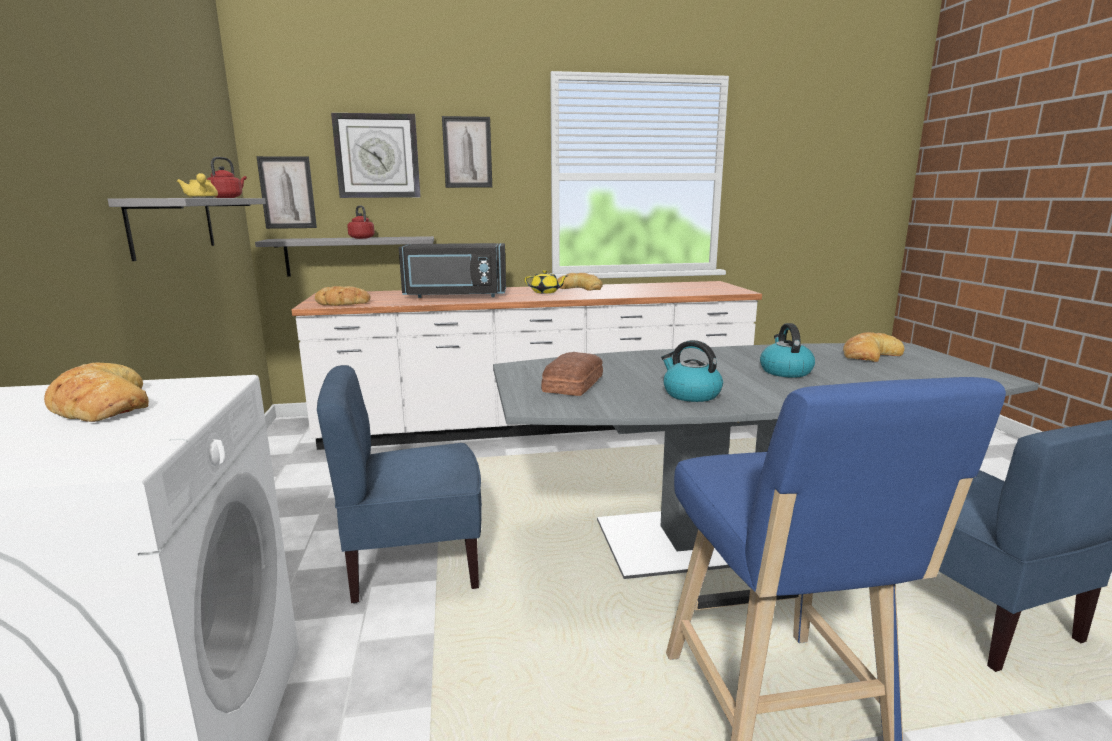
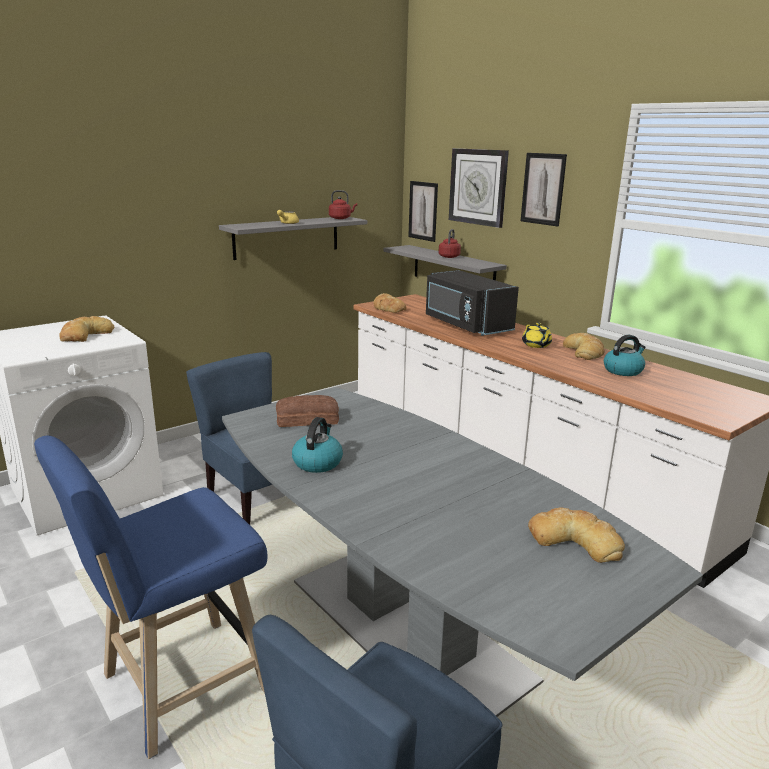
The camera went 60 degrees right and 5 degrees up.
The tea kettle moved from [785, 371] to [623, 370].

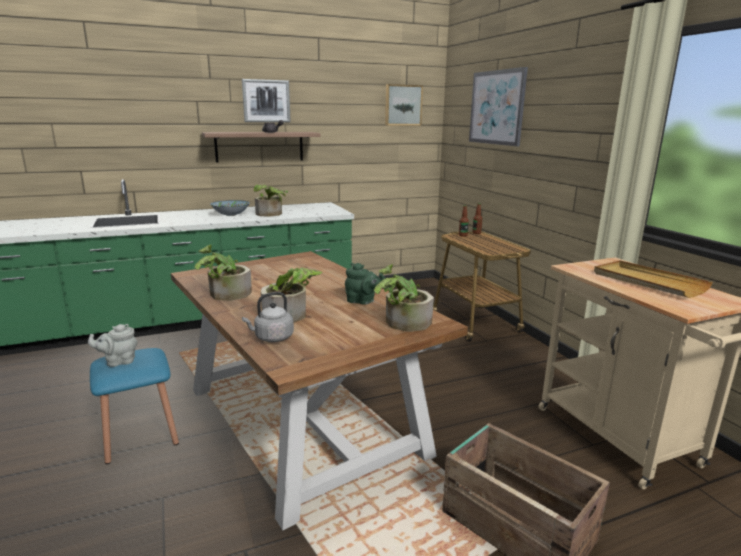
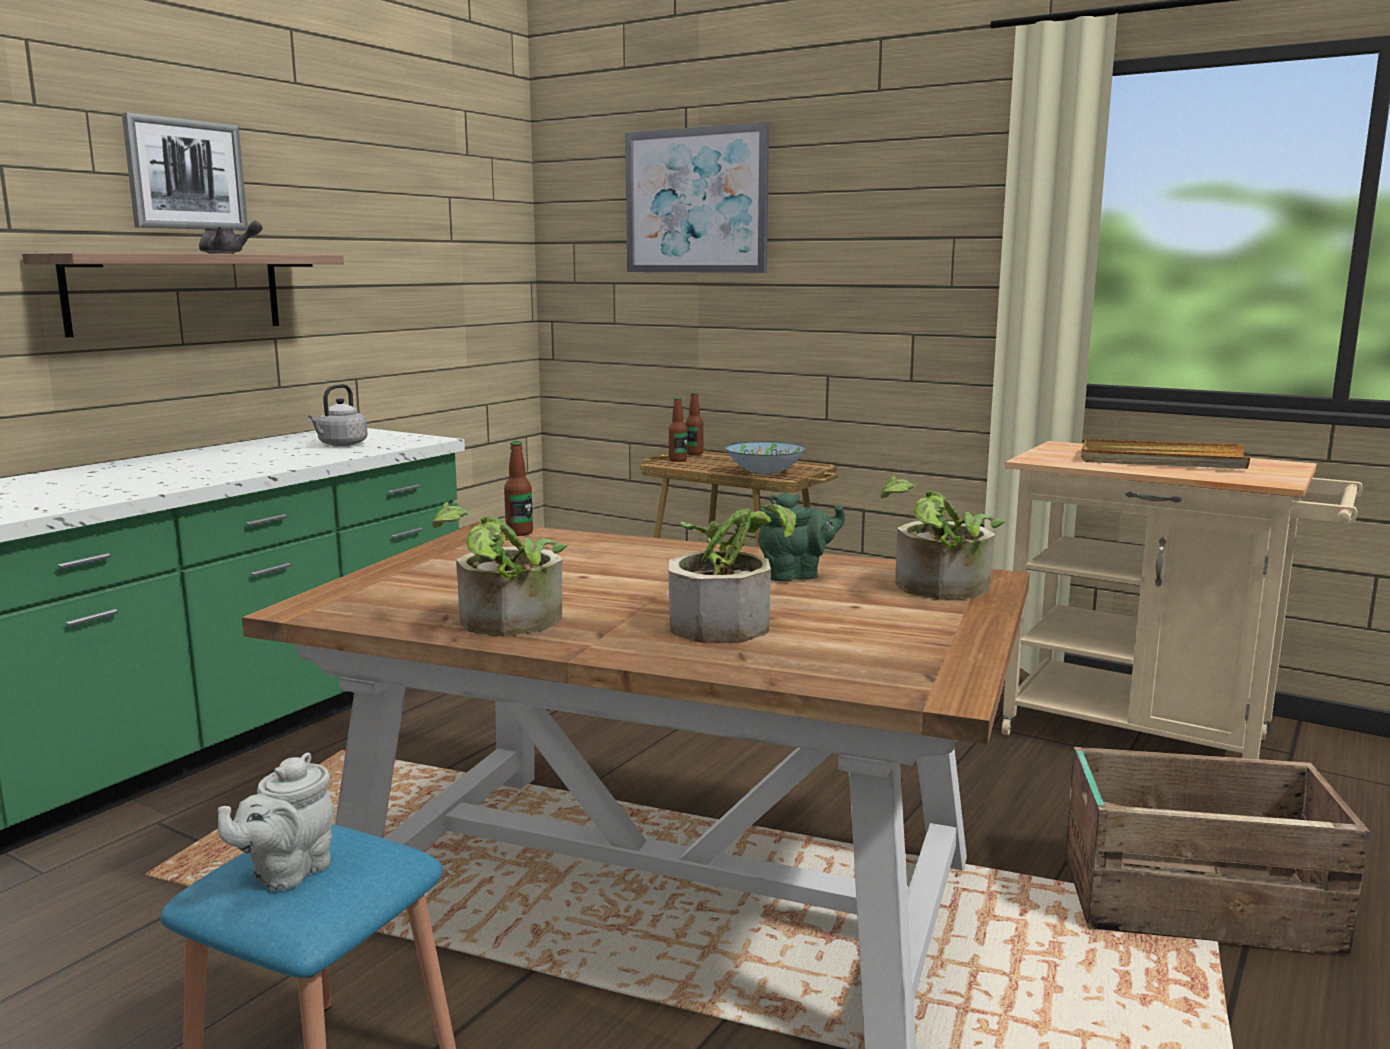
The camera went 35 degrees left and 5 degrees down.
The serving bowl moved from [230, 214] to [764, 472].
The gray tea kettle moved from [272, 338] to [341, 444].
The plant in a pot at [270, 214] disappeared.
The wall picture at [403, 105] disappeared.
The drink bottle at [519, 533] appeared.

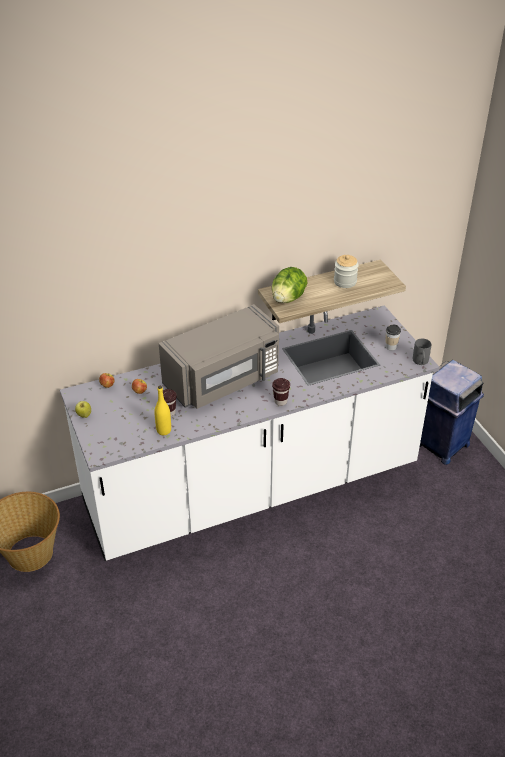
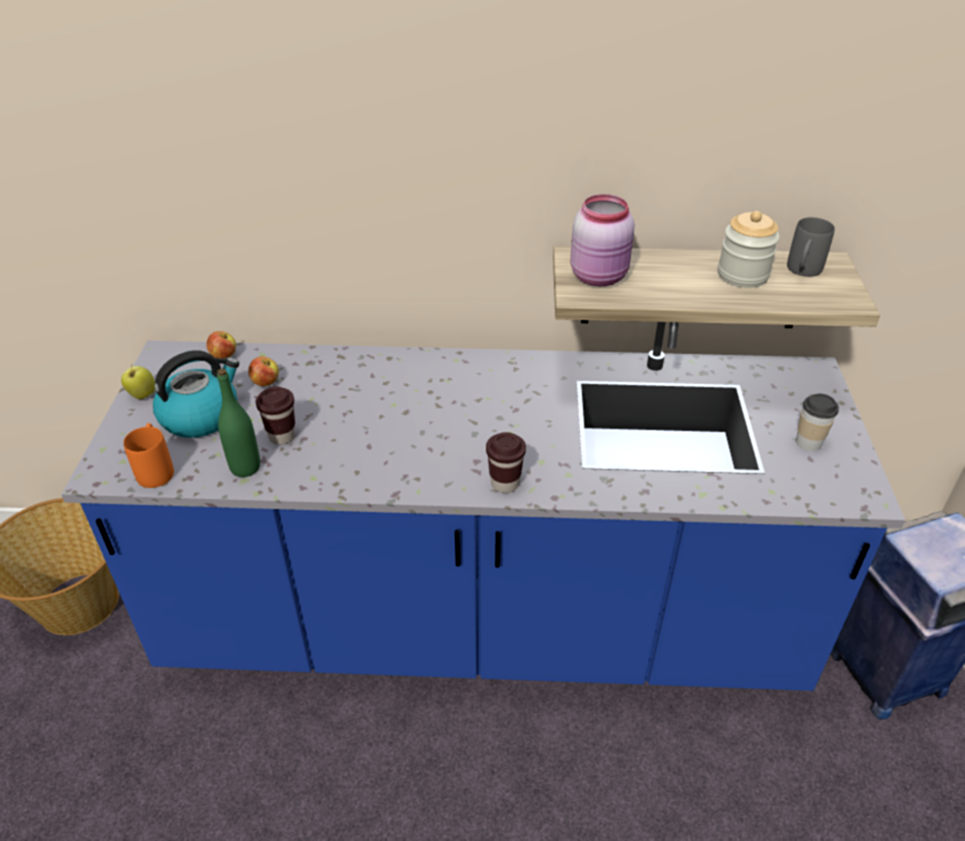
The camera went 25 degrees right and 0 degrees up.
The white counter at [252, 488] became the bluish counter at [482, 625].
The yellow-coloured drink bottle at [164, 430] became the green drink bottle at [245, 467].
The gray microwave at [224, 380] disappeared.
The lettuce at [288, 298] was replaced by the pinkish storage jar at [600, 276].
The gray mug moved from [420, 362] to [802, 272].
The orange-coloured mug at [156, 469] appeared.
The tea kettle at [201, 415] appeared.

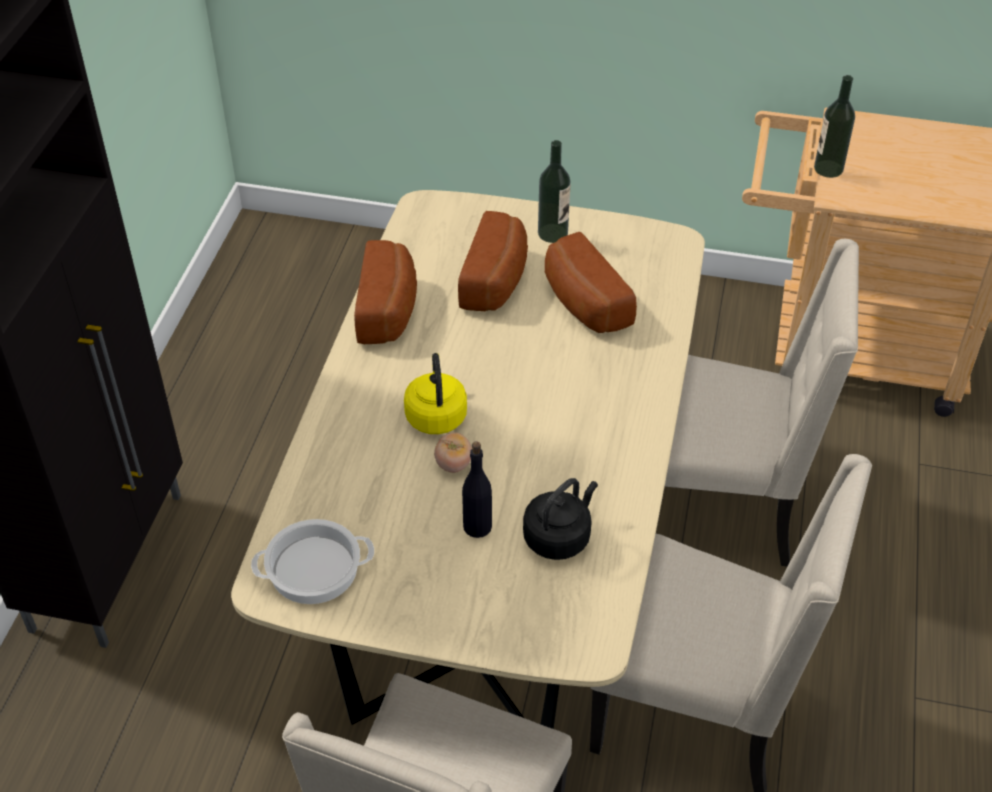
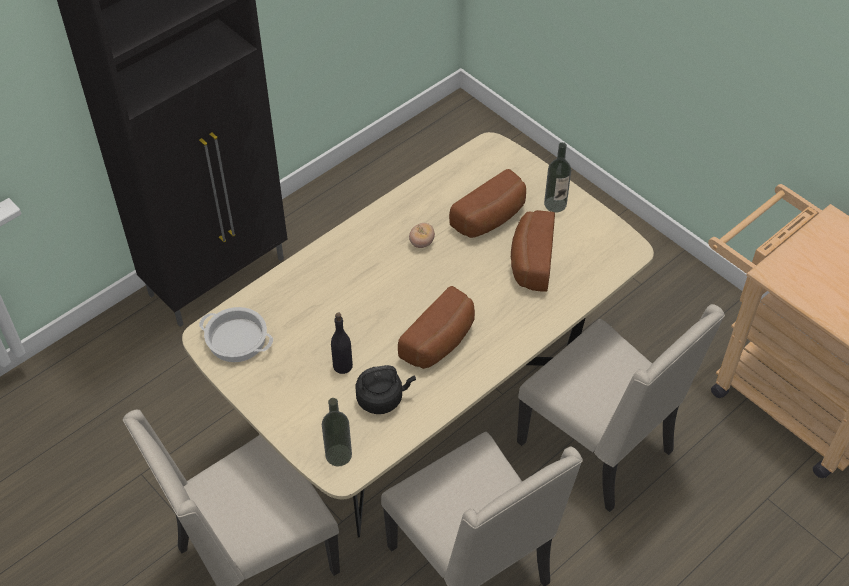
The camera went 35 degrees right and 5 degrees up.
The bread moved from [390, 309] to [441, 342].
The yellow-coloured tea kettle at [436, 415] disappeared.
The tomato moved from [453, 464] to [421, 243].
The drink bottle moved from [828, 169] to [338, 455].

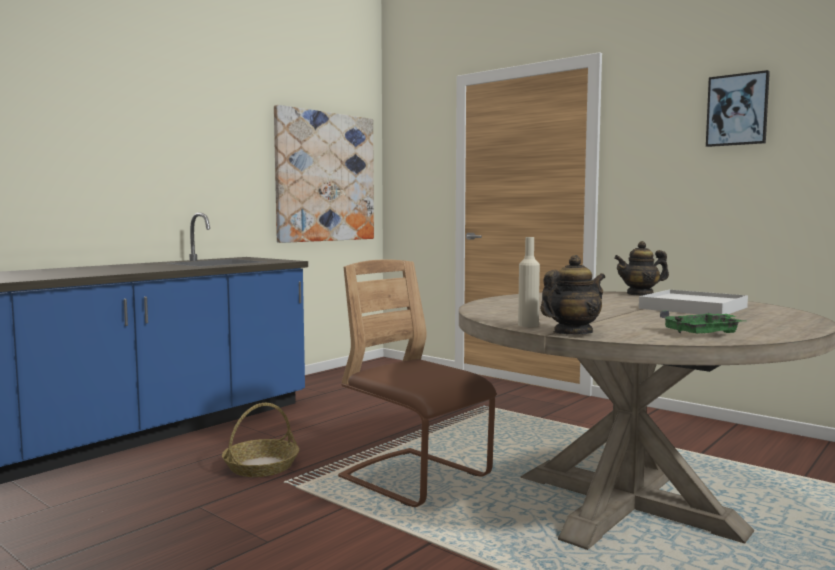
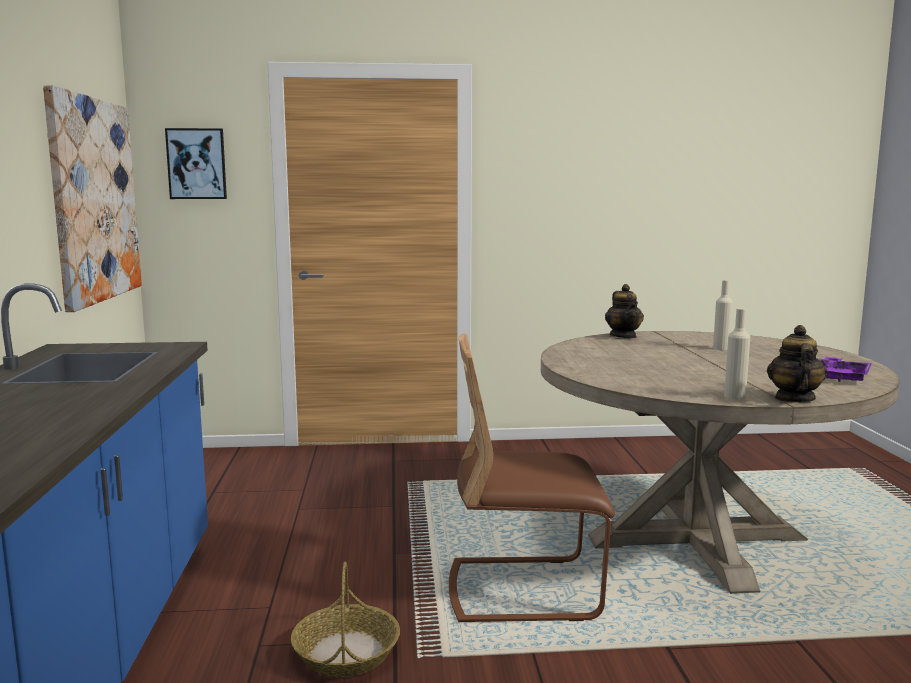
The camera went 45 degrees left and 5 degrees up.
The teapot at [640, 294] turned 45 degrees counterclockwise.
The white serving tray at [692, 308] was replaced by the beige drink bottle at [721, 348].
The green serving tray at [704, 333] became the purple serving tray at [840, 377].
The wall picture moved from [737, 110] to [197, 164].

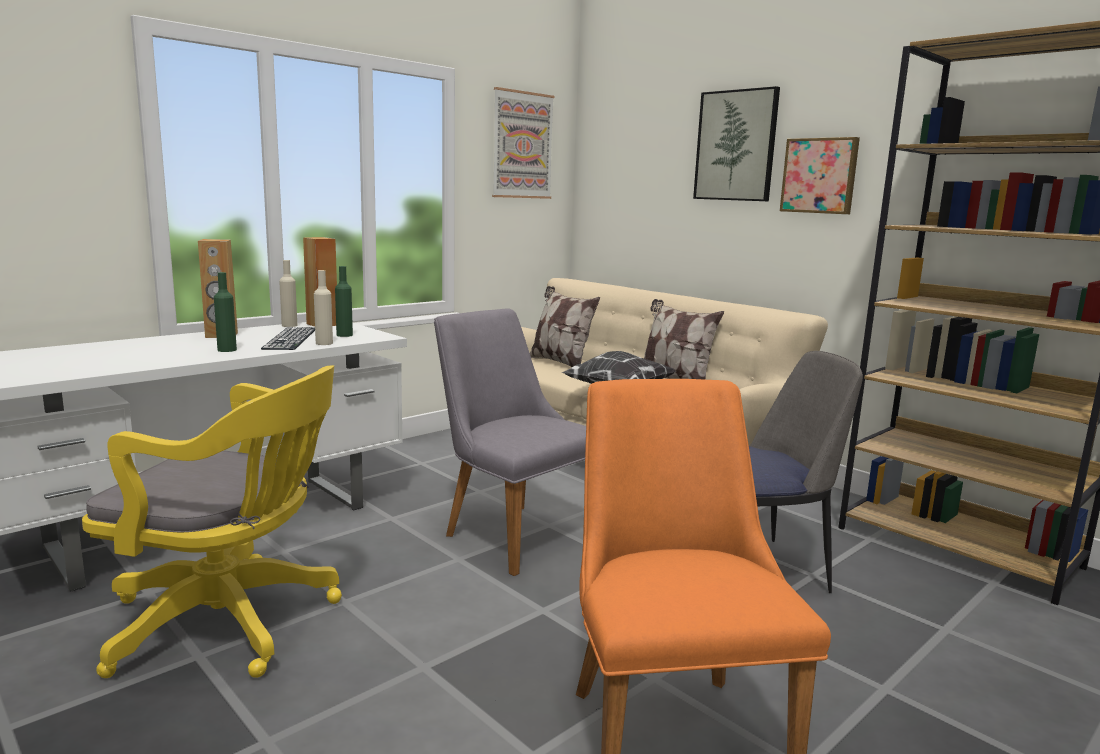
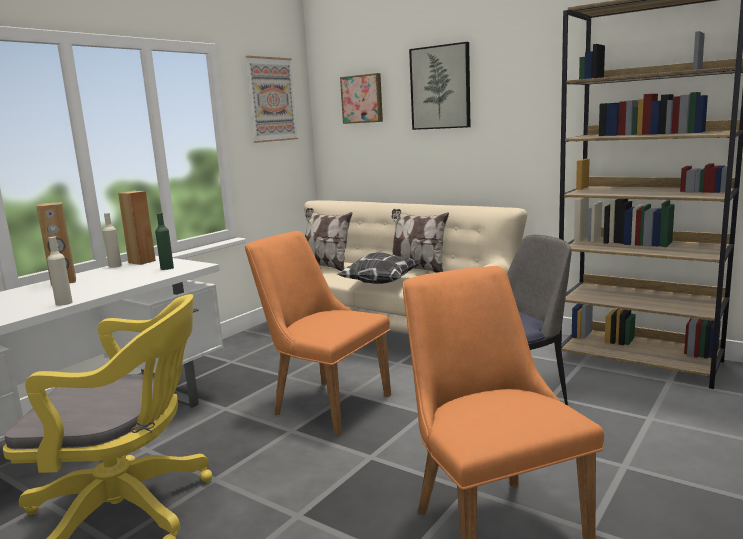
The camera went 10 degrees left and 0 degrees up.
The green drink bottle at [227, 350] disappeared.
The PC keyboard at [291, 338] disappeared.
The beige drink bottle moved from [324, 343] to [64, 303].
The gray upright chair at [510, 531] became the orange-coloured upright chair at [323, 403].
The wall picture moved from [820, 176] to [362, 99].

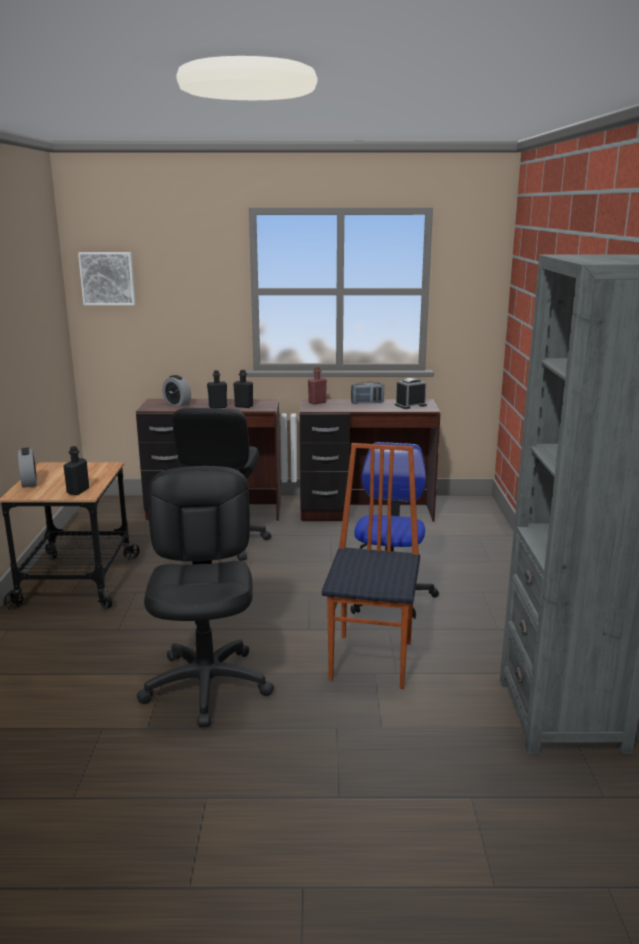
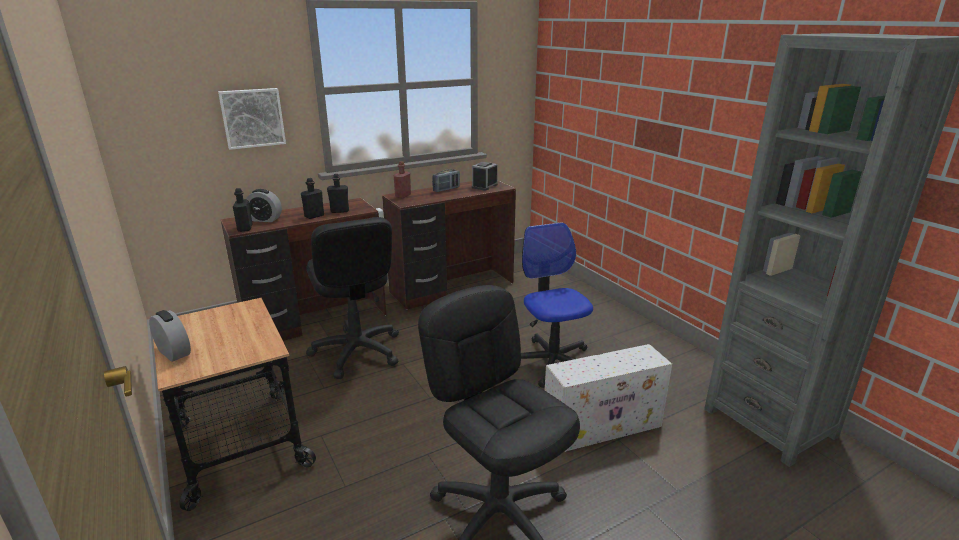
The camera went 30 degrees left and 5 degrees up.
The black drink bottle moved from [78, 491] to [245, 228].
The wall picture moved from [108, 278] to [252, 118].
The upright chair at [373, 660] was replaced by the white storage container at [603, 427].

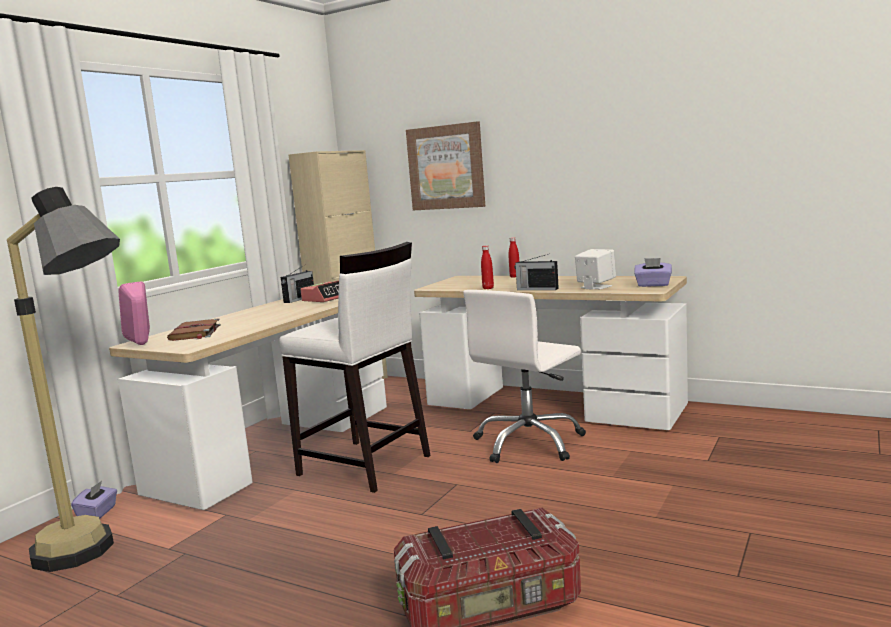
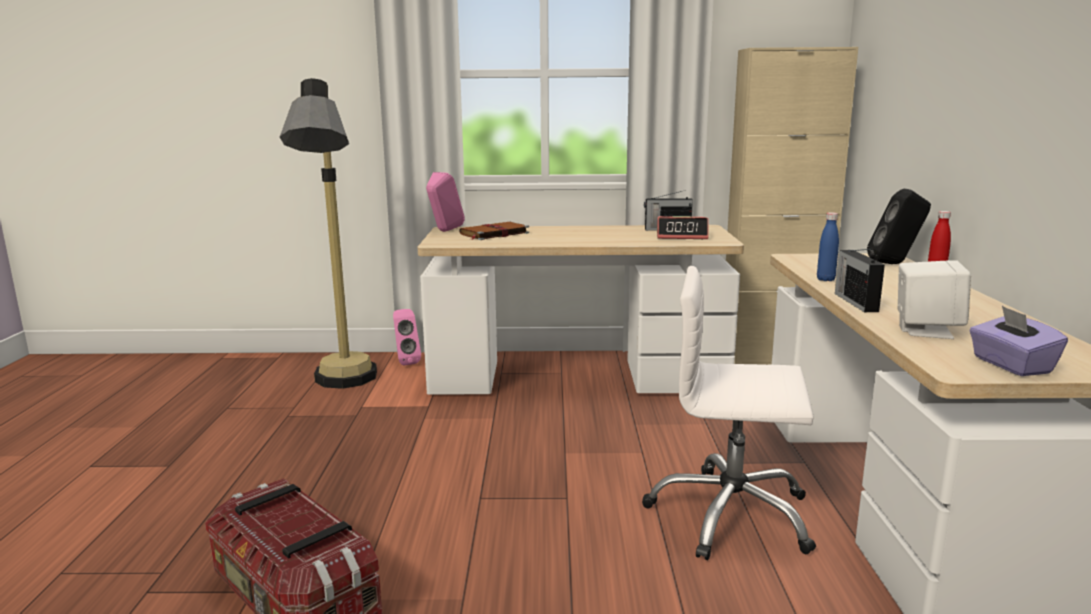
The camera went 60 degrees right and 5 degrees up.
The purple tissue box at [98, 513] was replaced by the pinkish audio speaker at [406, 362].
The white stool seat at [364, 466] disappeared.
The wall picture at [446, 167] disappeared.
The reddish drink bottle at [488, 288] became the bluish drink bottle at [825, 279].
The black audio speaker at [895, 263] appeared.

